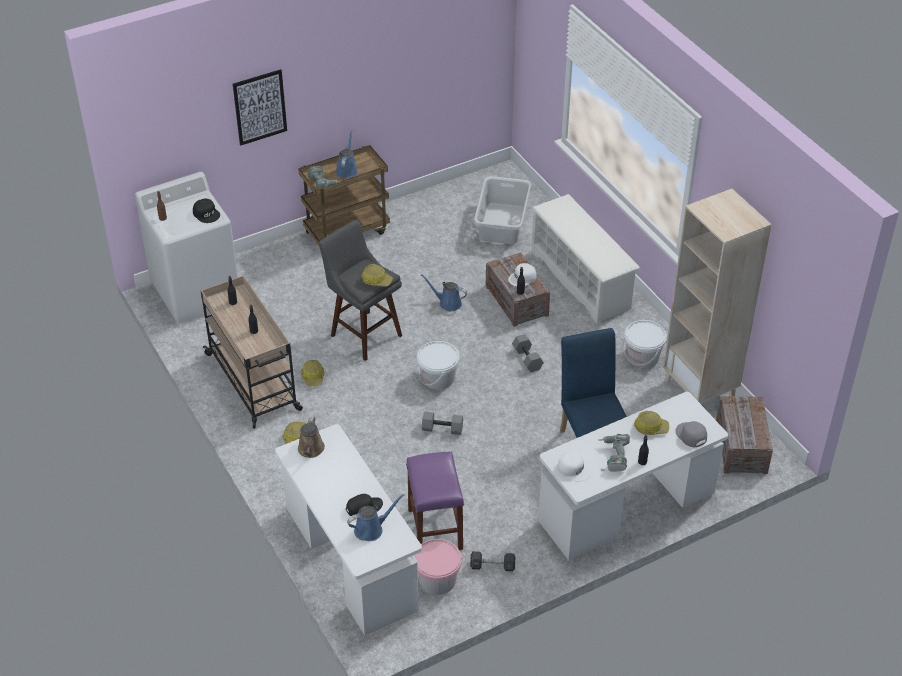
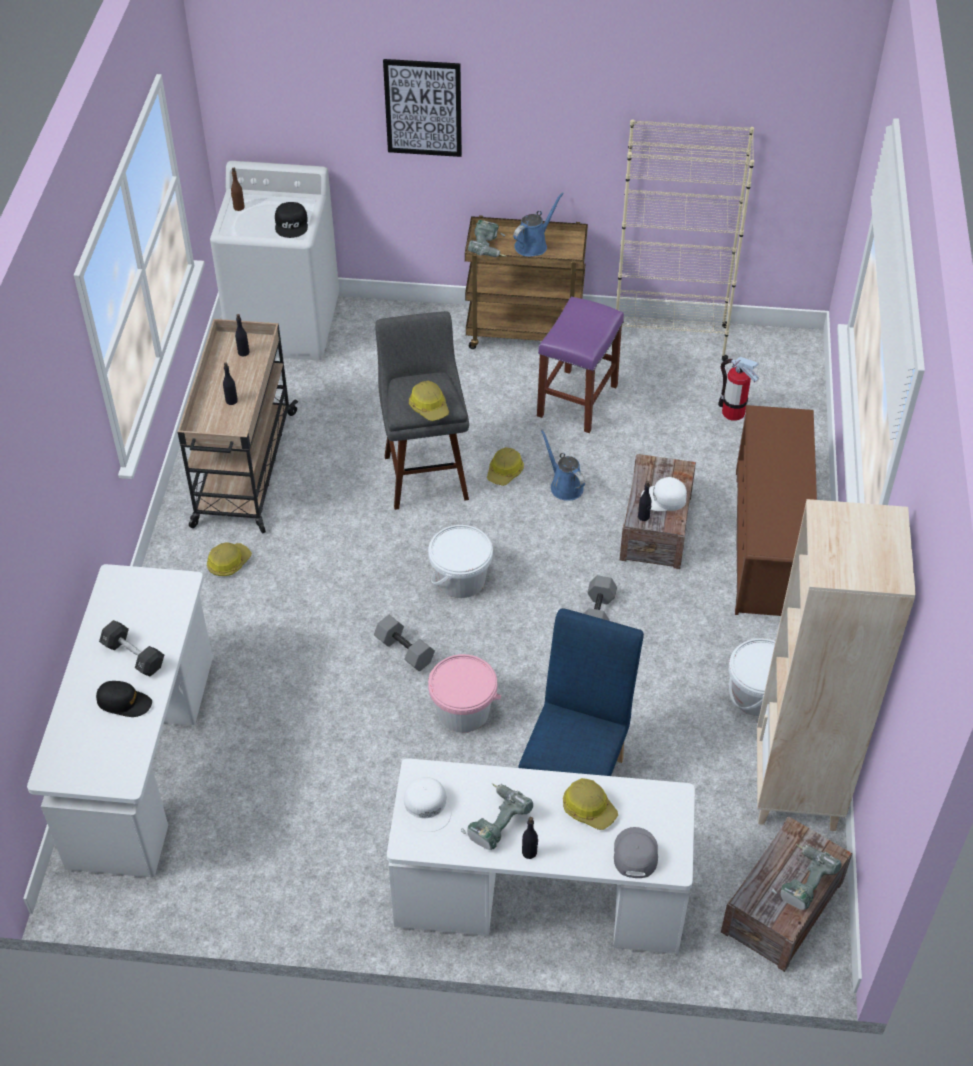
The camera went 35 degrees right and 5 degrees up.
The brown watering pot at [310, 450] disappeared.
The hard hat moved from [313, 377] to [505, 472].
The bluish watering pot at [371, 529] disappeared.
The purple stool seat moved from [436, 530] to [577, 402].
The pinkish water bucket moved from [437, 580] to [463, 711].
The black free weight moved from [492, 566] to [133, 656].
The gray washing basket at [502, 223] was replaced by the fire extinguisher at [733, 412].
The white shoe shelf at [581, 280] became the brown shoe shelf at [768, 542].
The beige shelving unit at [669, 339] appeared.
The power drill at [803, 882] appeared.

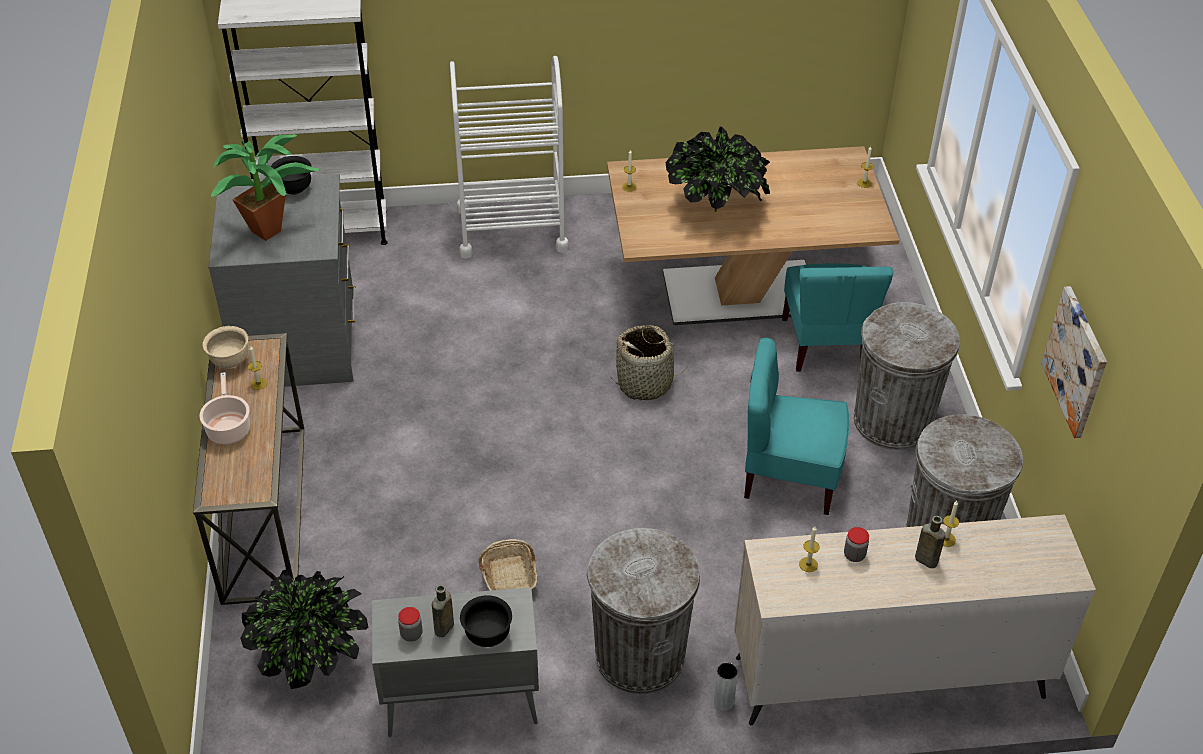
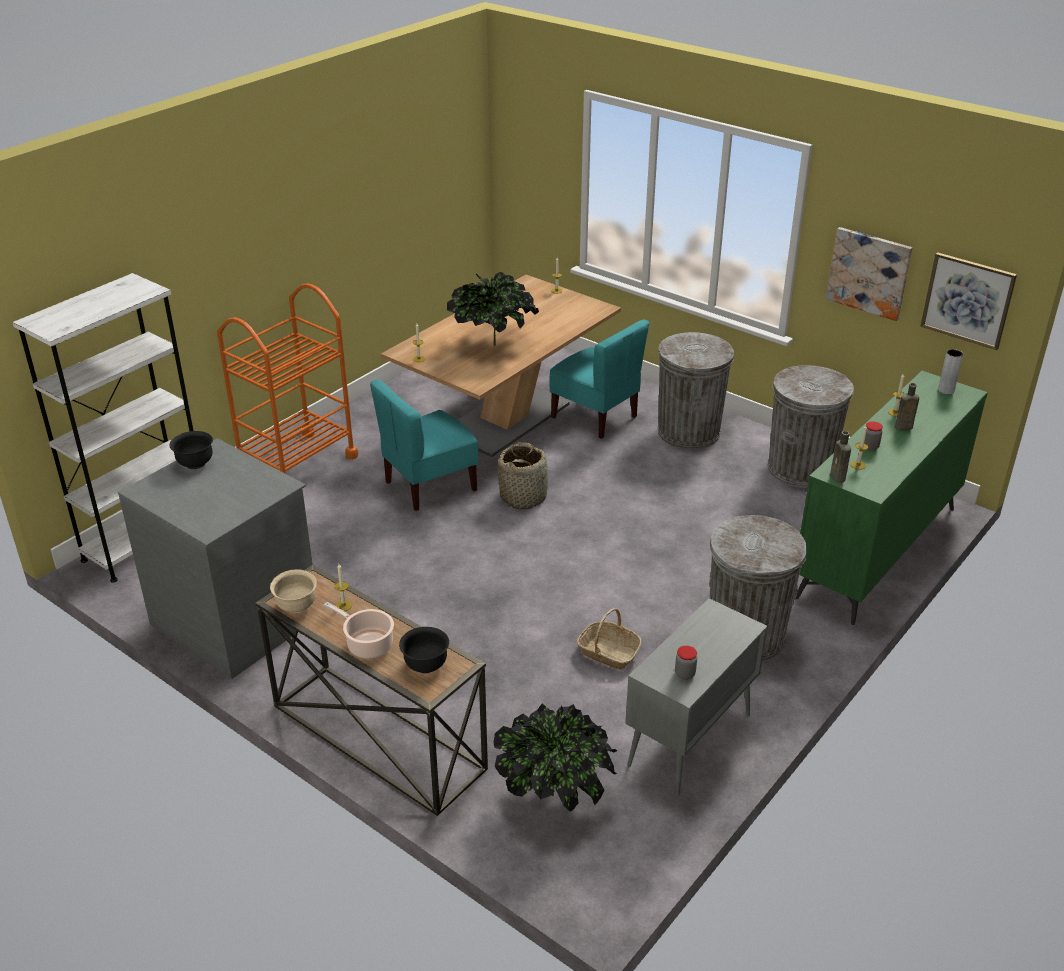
The camera went 45 degrees left and 10 degrees down.
The plant in a pot at [272, 230] disappeared.
The brown drink bottle moved from [443, 629] to [838, 478].
The white trolley at [512, 229] became the orange-coloured trolley at [297, 464].
The black serving bowl moved from [487, 635] to [425, 665].
The gray decorative vase moved from [723, 702] to [946, 390].
The beige drawer chest at [887, 676] became the green drawer chest at [876, 551].
The turquoise-coloured upright chair moved from [789, 477] to [429, 486].
The wall picture at [967, 300] appeared.

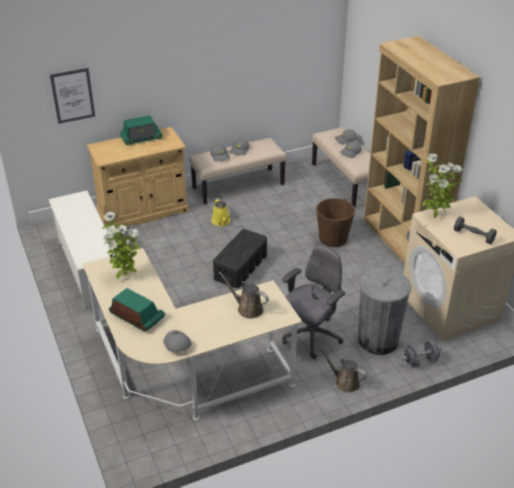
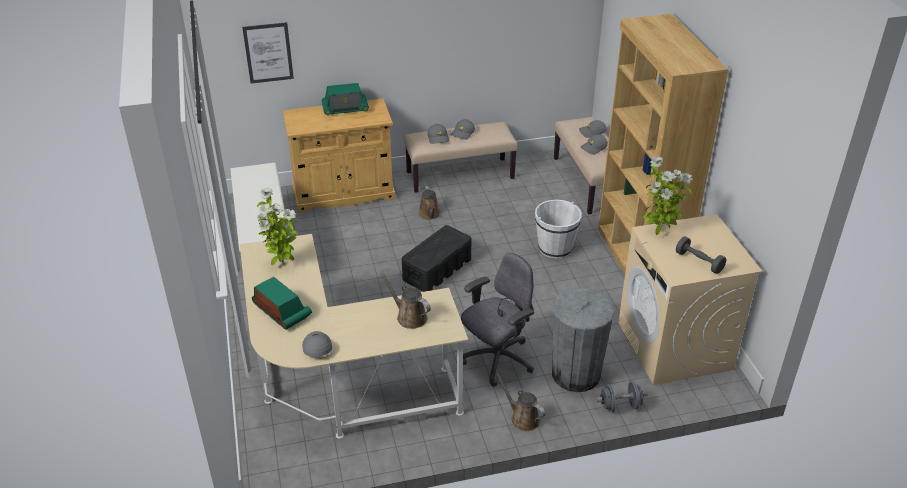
The camera went 10 degrees right and 0 degrees up.
The yellow-coloured watering pot at [221, 221] became the brown watering pot at [430, 214].
The brown water bucket at [333, 238] became the white water bucket at [555, 248].

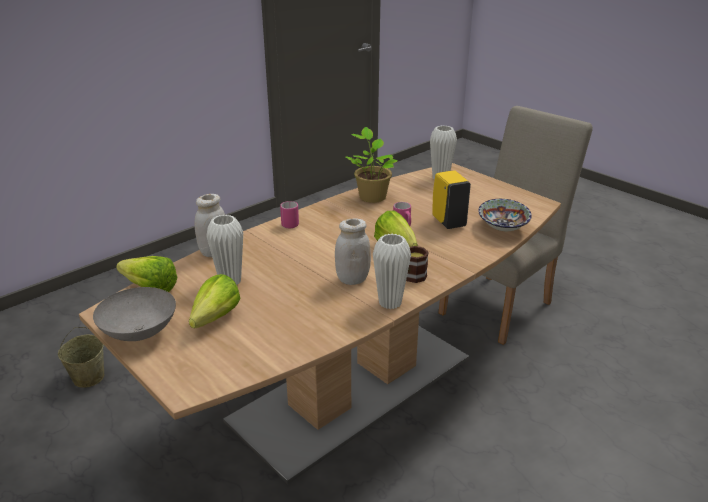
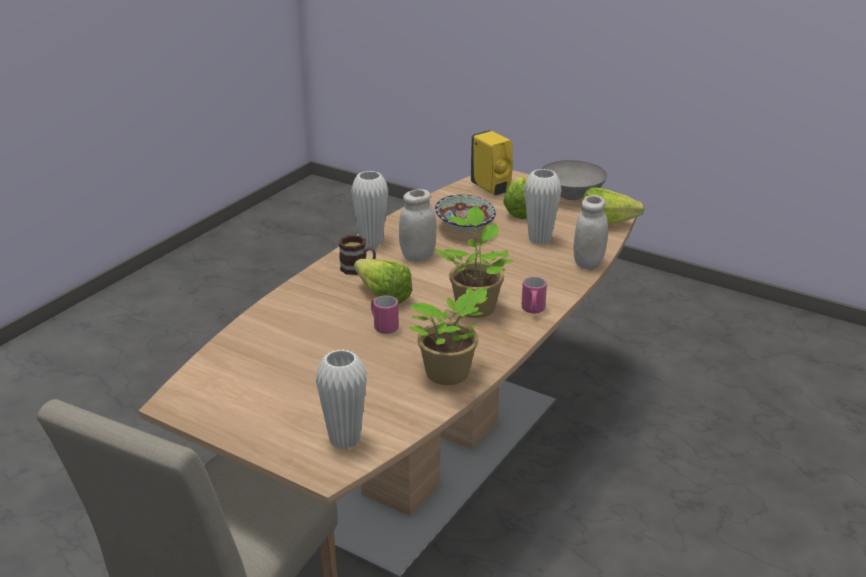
The camera went 165 degrees right and 0 degrees up.
The beige water bucket at [88, 377] disappeared.
The yellow-coloured soap bottle moved from [448, 222] to [491, 188].
The serving bowl moved from [503, 228] to [464, 228].
The plant in a pot at [475, 306] appeared.

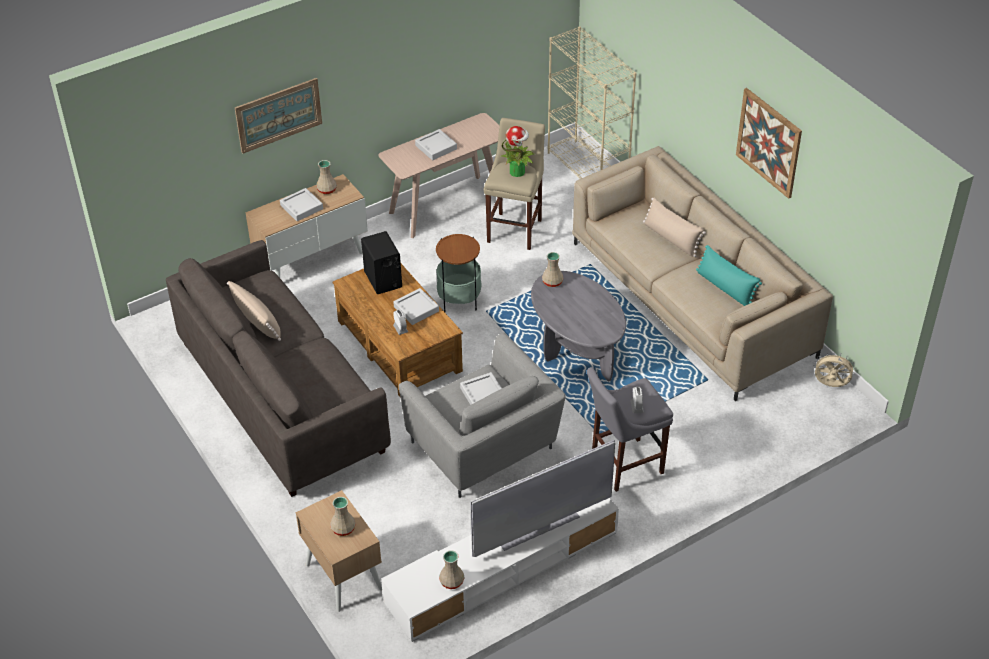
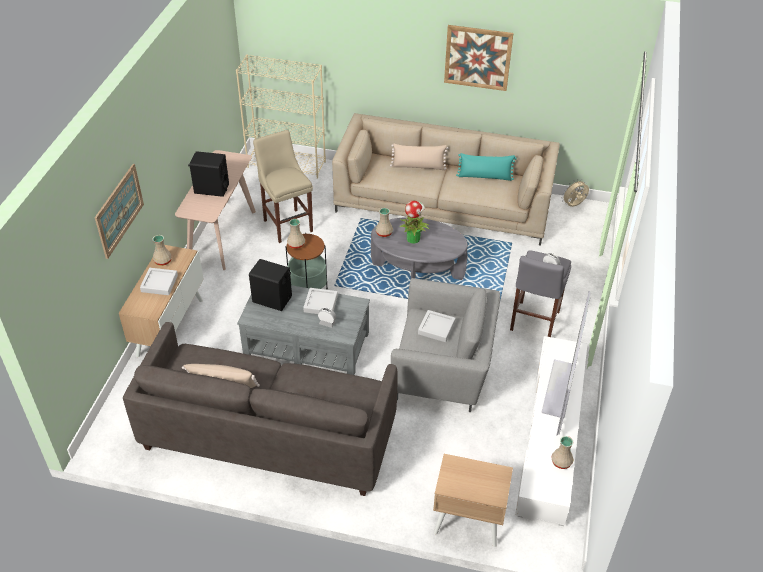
The camera went 45 degrees left and 0 degrees up.
The beige decorative vase moved from [344, 528] to [296, 244].
The brown lounge table at [399, 345] became the gray lounge table at [306, 343].
The gray serving tray at [436, 147] was replaced by the black audio speaker at [211, 189].
The plant in a pot moved from [517, 171] to [413, 238].

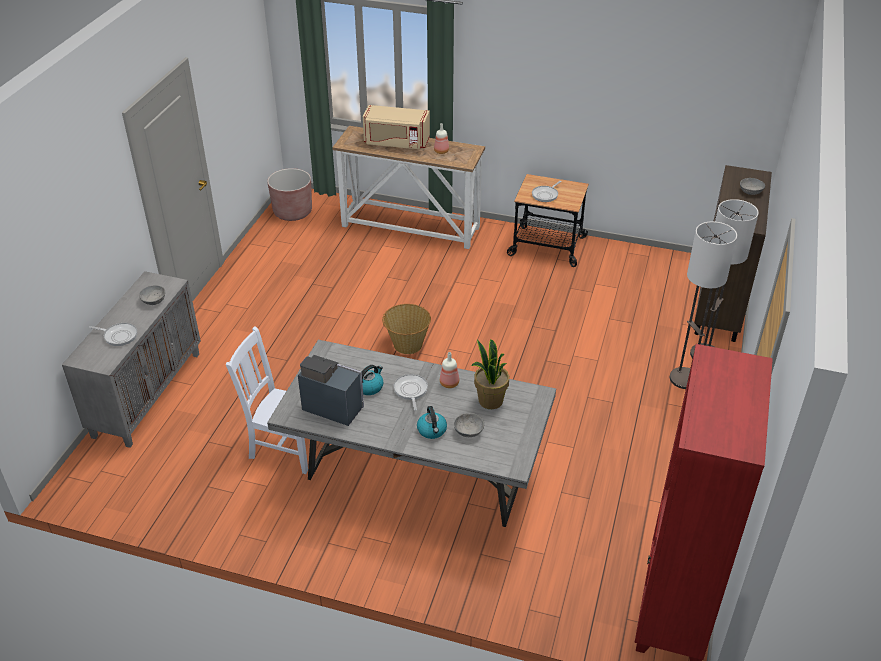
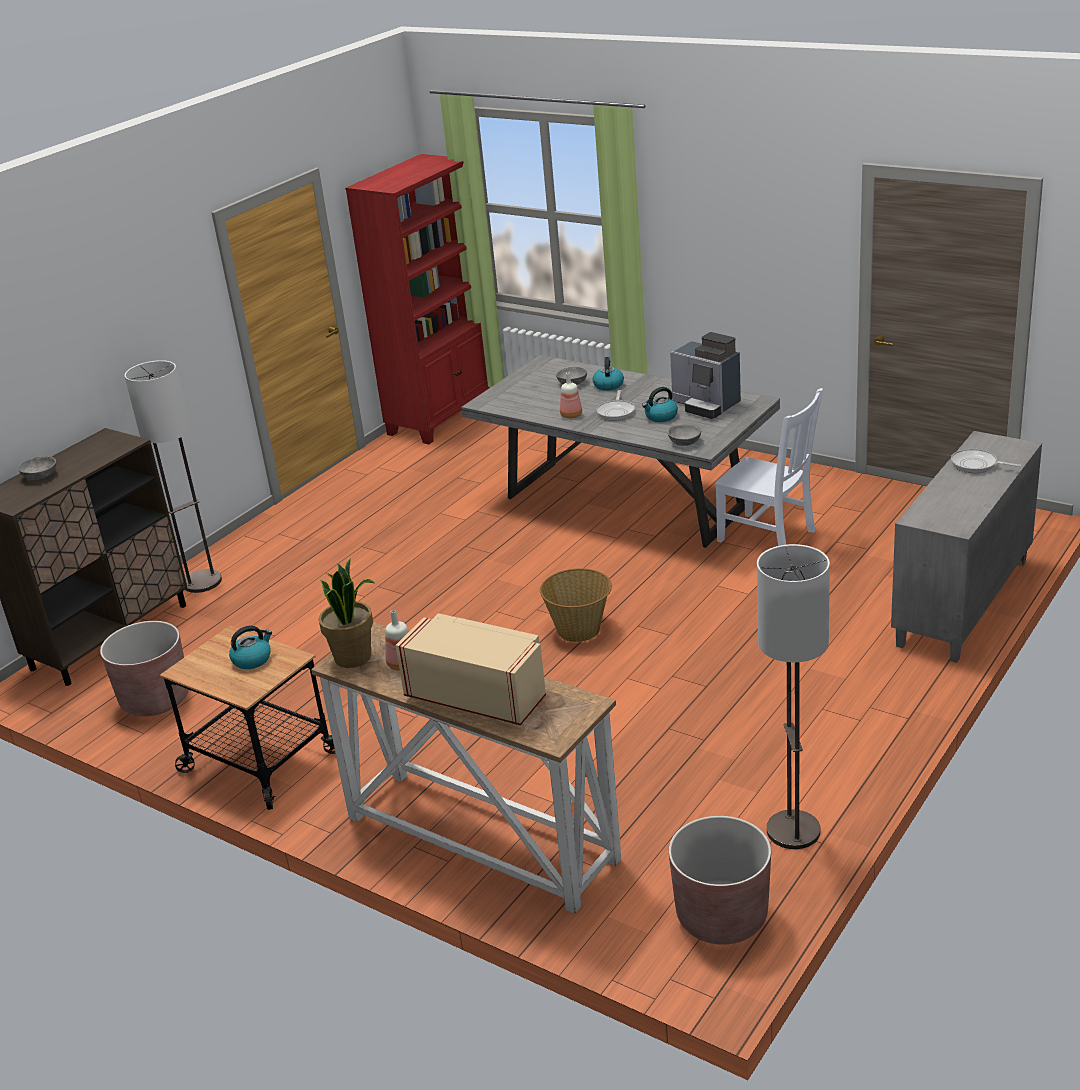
The camera went 160 degrees left and 10 degrees down.
The gray serving bowl moved from [154, 300] to [684, 442].
The plant in a pot moved from [490, 401] to [353, 657].
The pan at [546, 195] was replaced by the tea kettle at [252, 659].
The standing lamp moved from [684, 379] to [792, 831].
The brown flower pot at [155, 699] appeared.

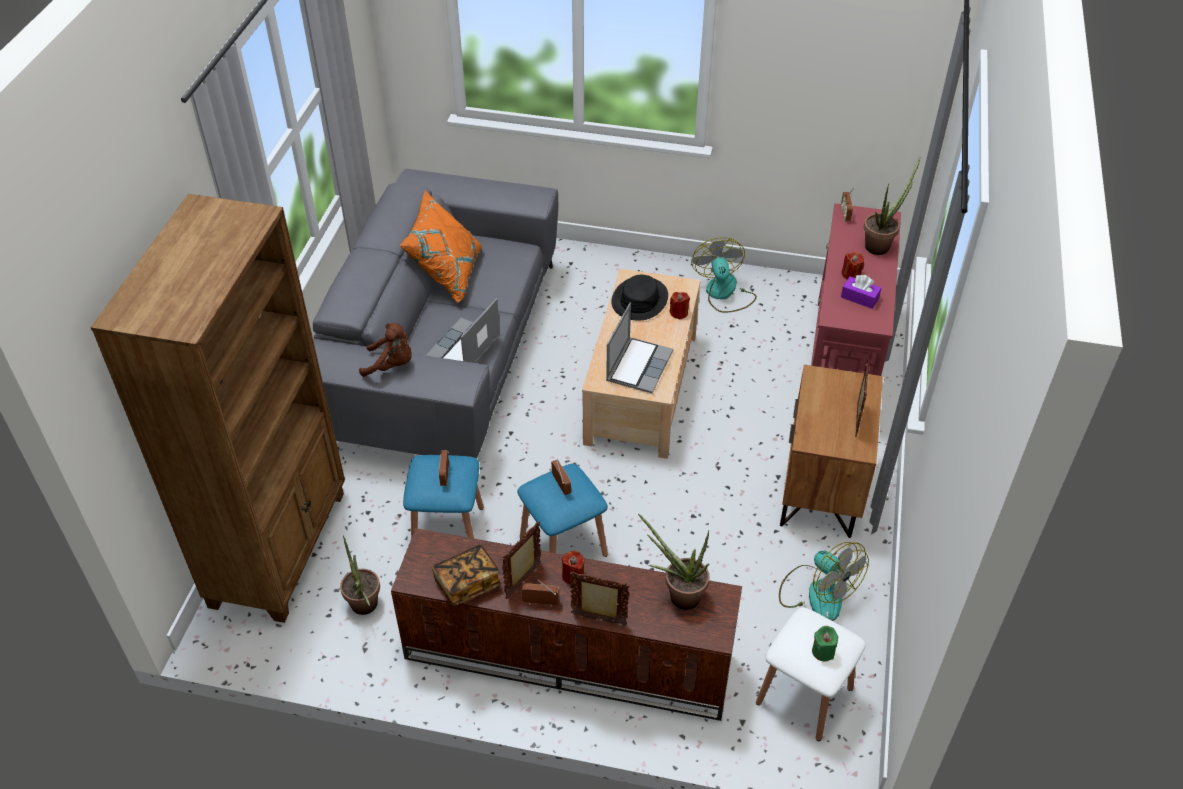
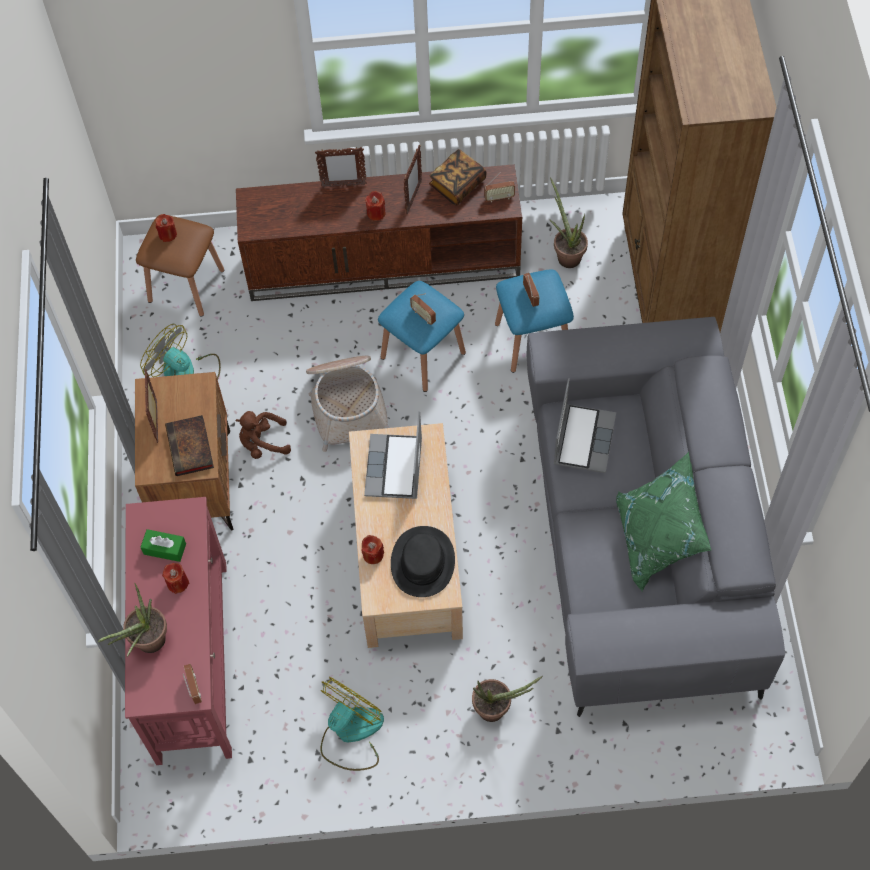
The camera went 165 degrees right and 15 degrees up.
The brown cuddly toy moved from [391, 365] to [263, 443].
The orange-coloured cushion at [446, 273] became the green cushion at [657, 540].
The radio receiver moved from [541, 602] to [499, 198].
The plant in a pot moved from [678, 595] to [497, 709].
The fan at [724, 293] turned 120 degrees counterclockwise.
The white stool seat at [804, 695] became the brown stool seat at [186, 285].
The green wax candle at [823, 651] became the reddish wax candle at [167, 234].
The purple tissue box at [859, 298] became the green tissue box at [164, 549].
The book at [191, 449] appeared.
The storage basket at [347, 404] appeared.

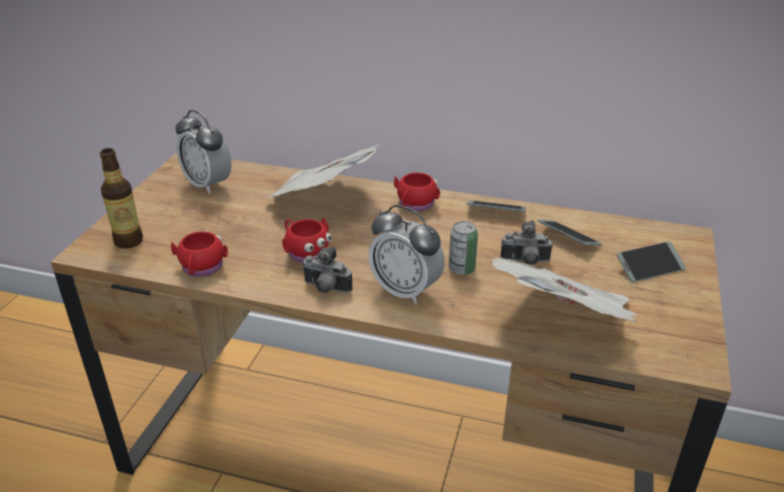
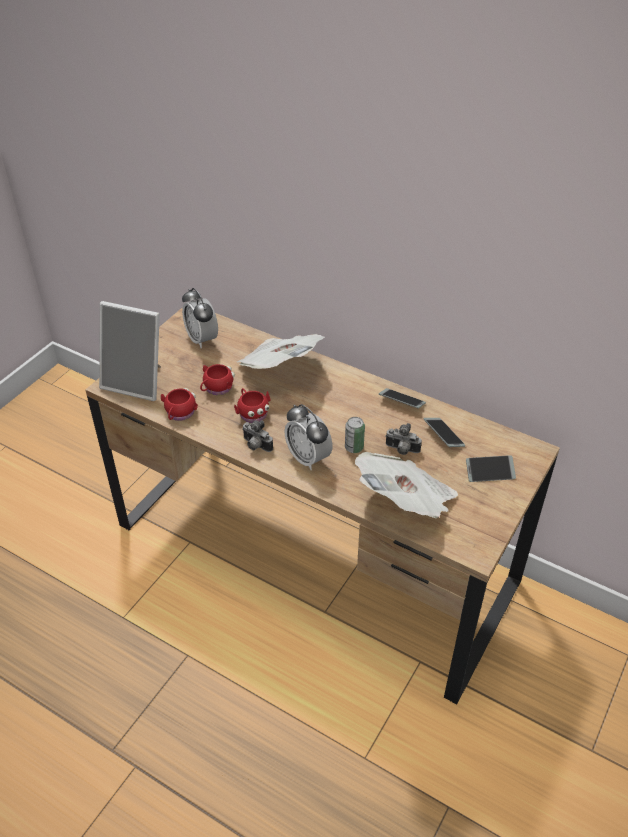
The camera went 15 degrees right and 10 degrees up.
The drink bottle at [129, 241] was replaced by the standing frame at [137, 381].
The reddish mug moved from [415, 205] to [216, 388].

